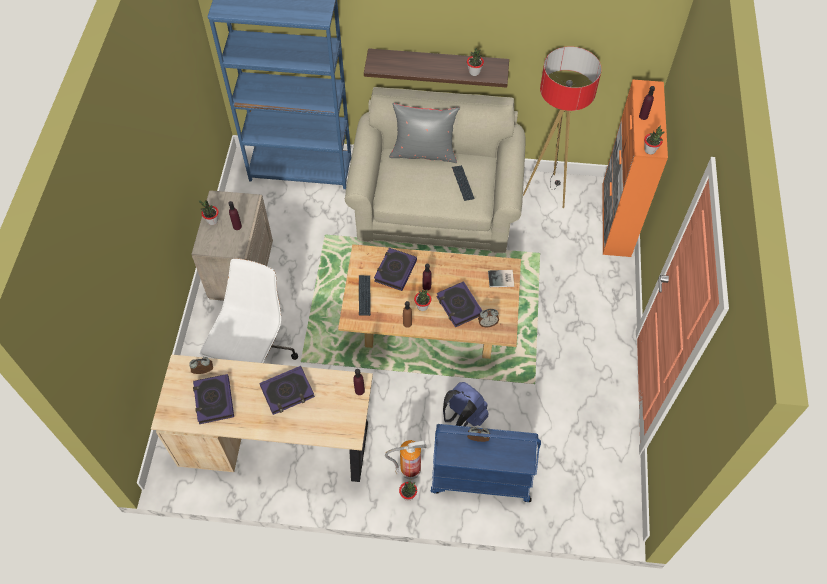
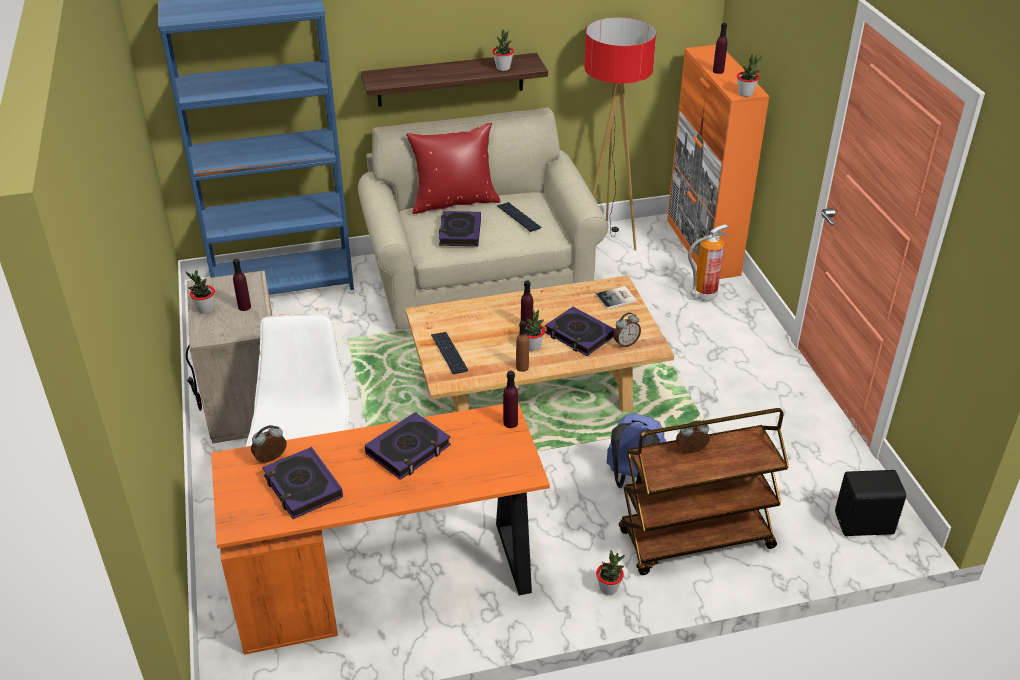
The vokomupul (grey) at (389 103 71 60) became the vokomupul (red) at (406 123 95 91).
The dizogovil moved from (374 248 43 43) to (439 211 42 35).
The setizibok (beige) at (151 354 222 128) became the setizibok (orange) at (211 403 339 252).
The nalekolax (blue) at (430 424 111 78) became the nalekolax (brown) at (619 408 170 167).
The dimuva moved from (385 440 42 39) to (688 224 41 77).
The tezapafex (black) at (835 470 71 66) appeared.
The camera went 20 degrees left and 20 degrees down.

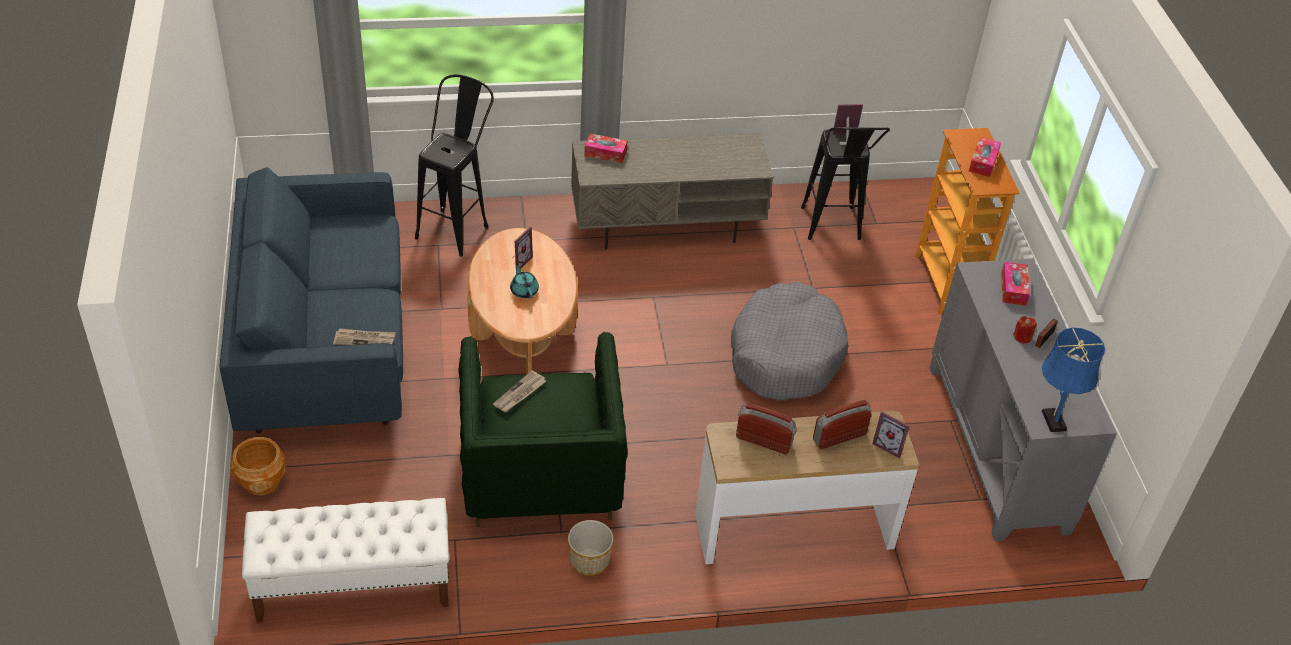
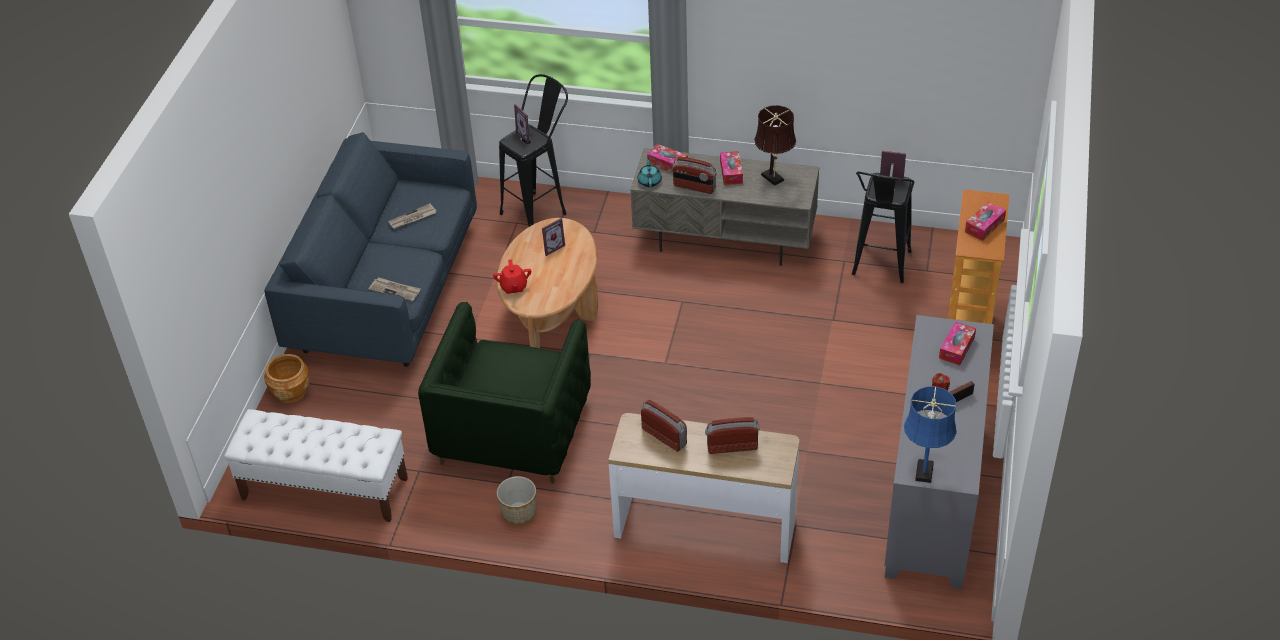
The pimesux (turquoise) moved from (510 263 29 35) to (638 157 24 30).
The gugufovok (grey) at (731 282 117 119) disappeared.
The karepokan moved from (493 370 53 42) to (388 204 49 25).
The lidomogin moved from (872 412 37 46) to (514 104 20 39).
The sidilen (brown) at (754 105 42 81) appeared.
The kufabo at (720 151 23 34) appeared.
The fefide at (672 157 45 37) appeared.
The pimesux (red) at (493 259 38 35) appeared.
The camera went 25 degrees right and 0 degrees up.

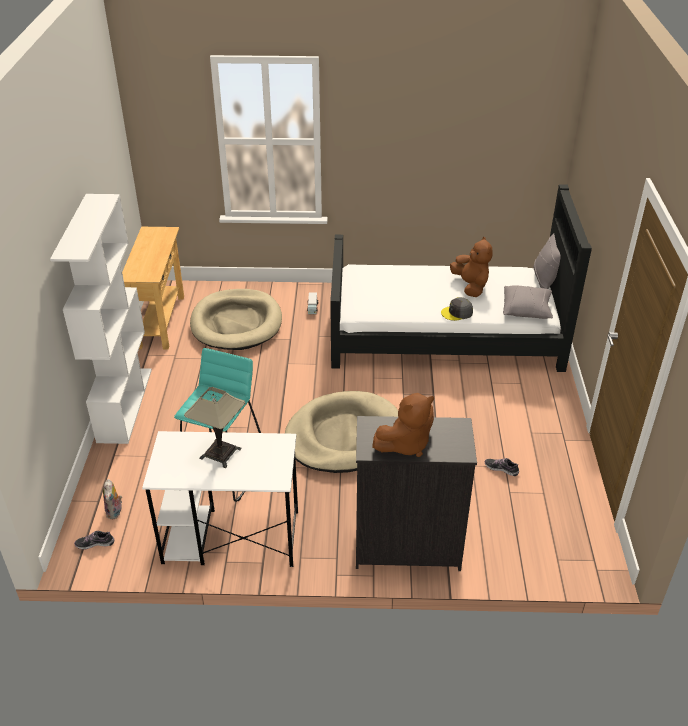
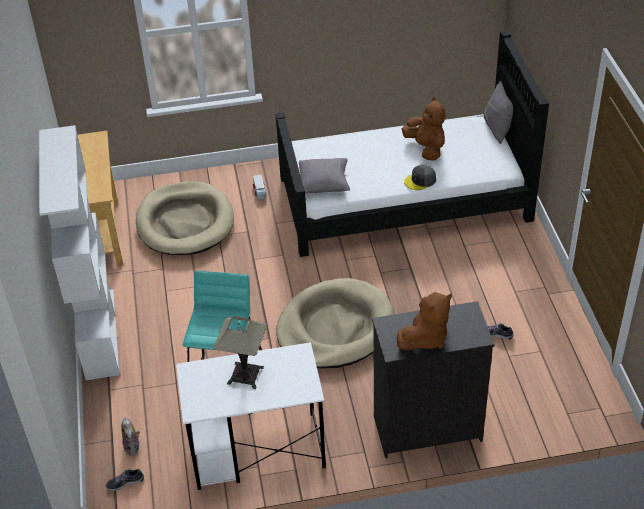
The vokomupul (grey) moved from (503 285 50 34) to (299 158 51 36).
The camera went 10 degrees left and 5 degrees up.

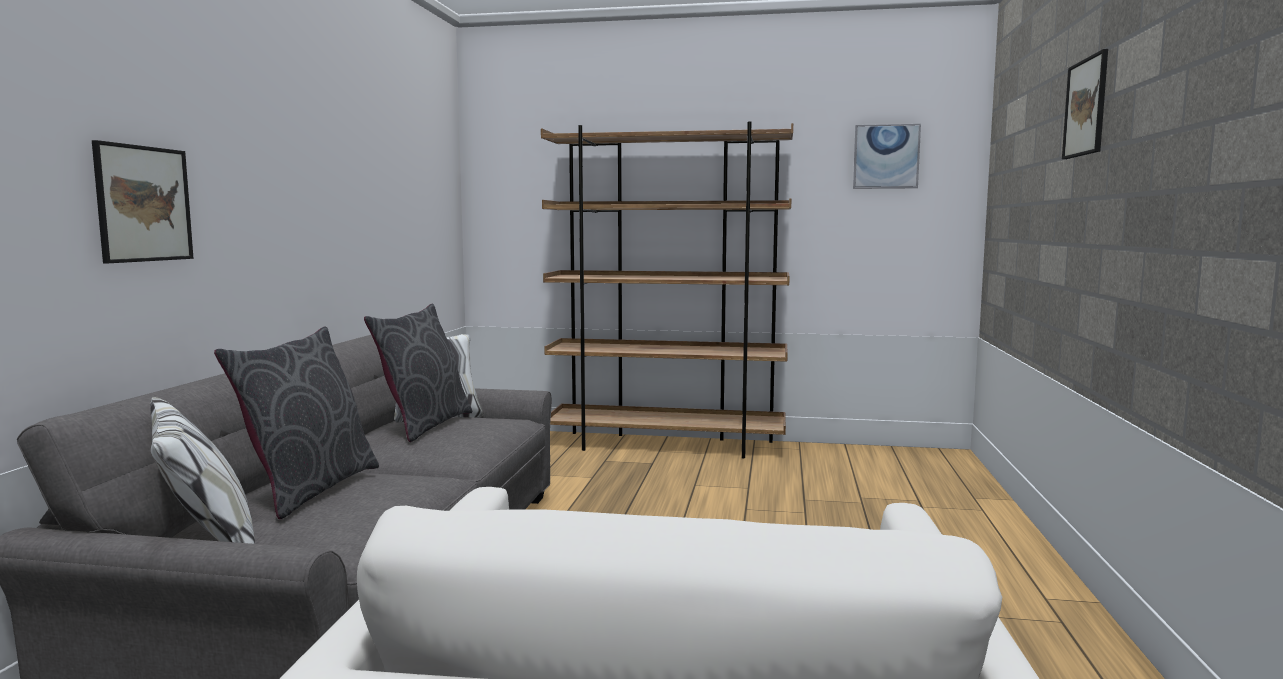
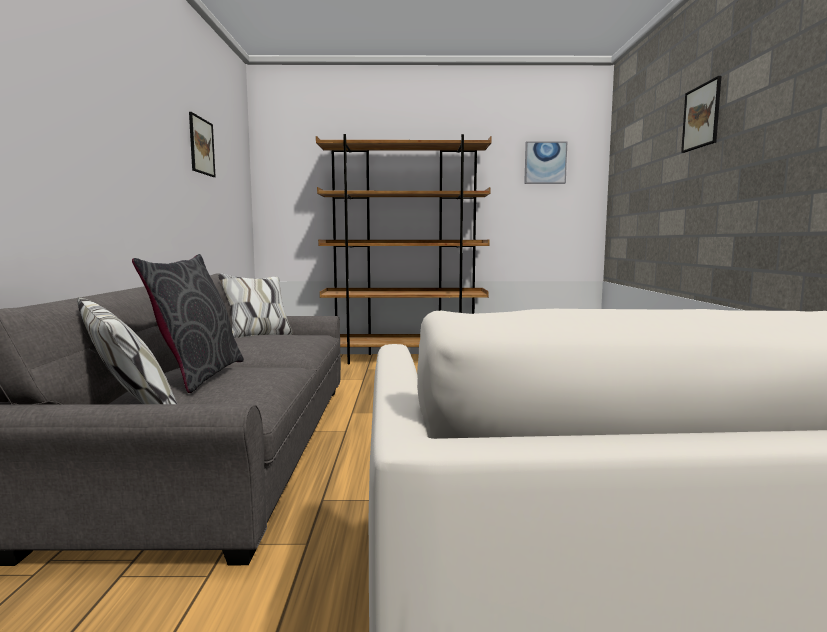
The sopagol moved from (92 140 102 123) to (189 112 27 65).
The vokomupul (grey) at (364 303 108 139) disappeared.
The camera went 10 degrees left and 0 degrees up.

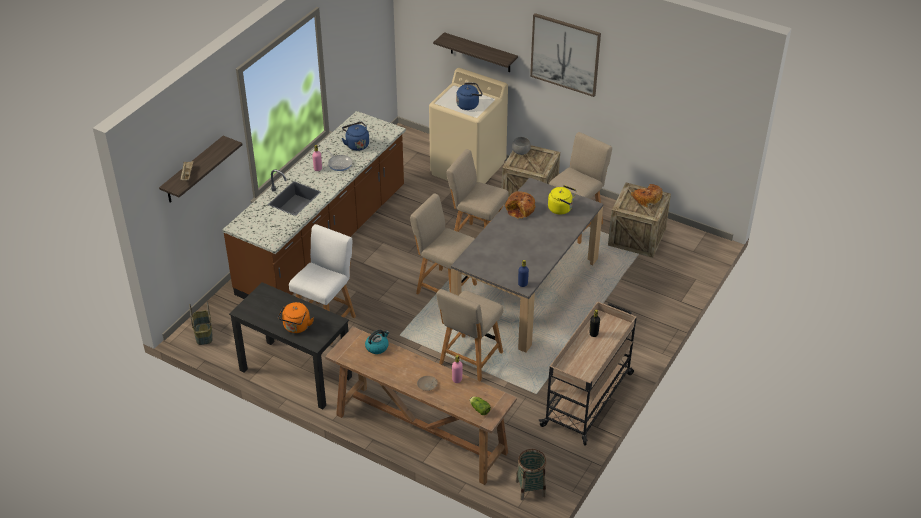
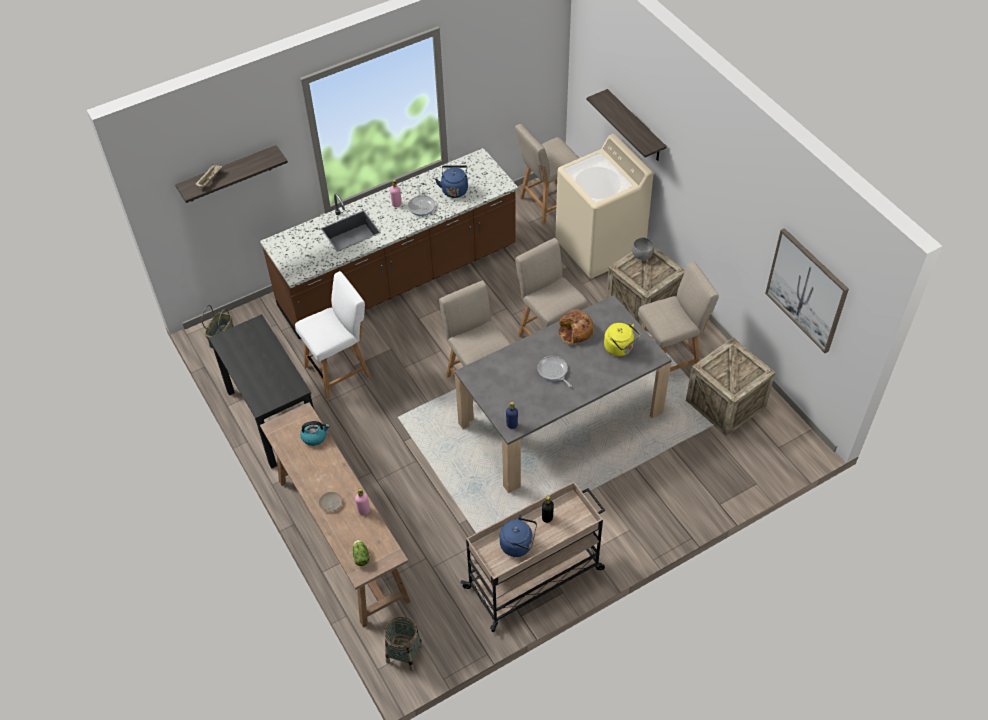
The sopagol moved from (530 13 71 84) to (765 228 84 125).
The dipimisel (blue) moved from (456 83 27 27) to (500 514 37 43).
The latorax at (631 184 31 23) disappeared.
The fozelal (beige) moved from (436 289 67 92) to (515 124 64 101).
The dipimisel (orange) at (278 302 36 31) disappeared.
The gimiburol at (537 356 35 31) appeared.
The camera went 30 degrees right and 10 degrees up.

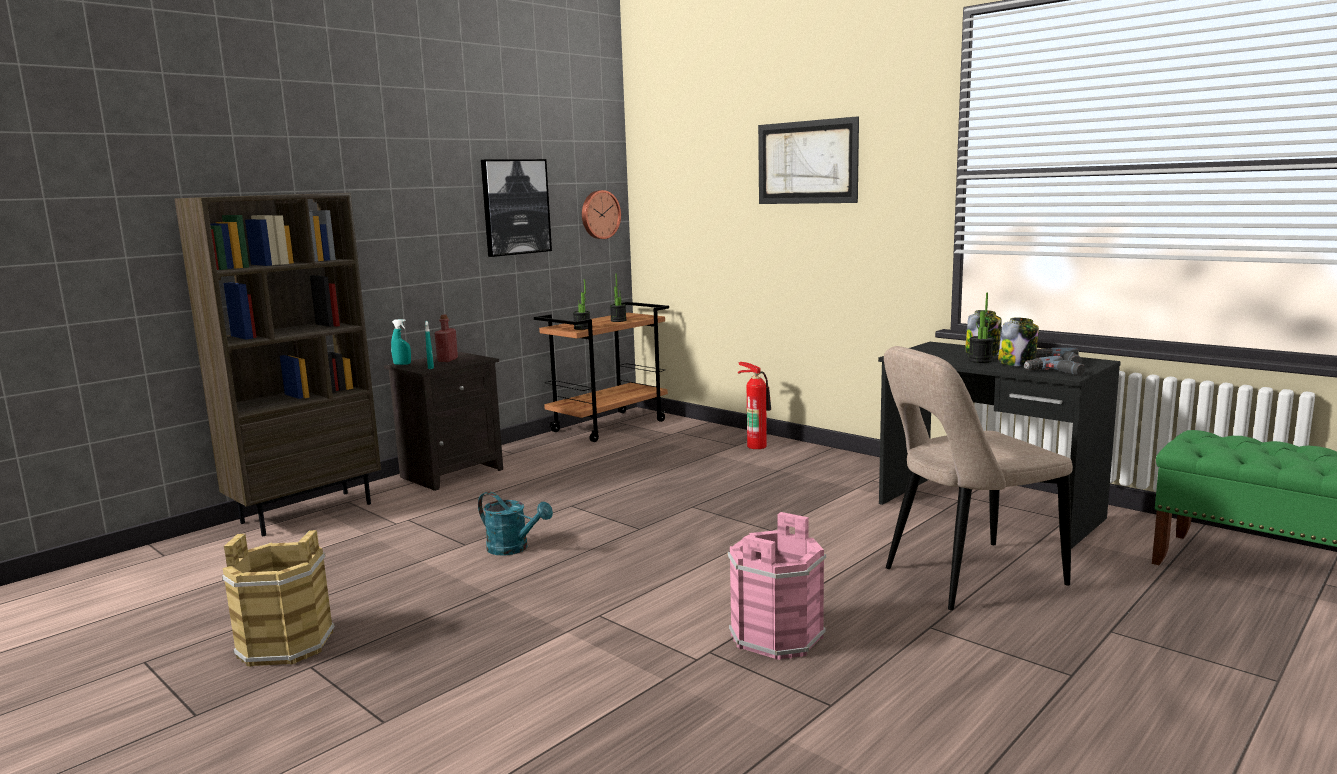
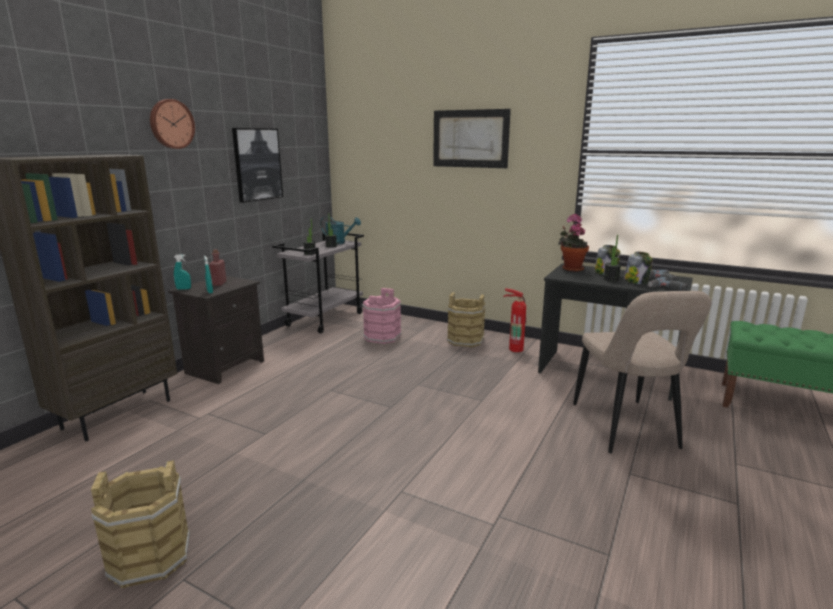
The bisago moved from (582 190 39 49) to (150 99 45 50).
The nalekolax (brown) at (534 302 135 140) became the nalekolax (grey) at (272 233 92 100).
The fozelal (beige) at (884 346 189 264) turned 60 degrees counterclockwise.
The dimuva moved from (738 362 33 87) to (503 288 23 64).
The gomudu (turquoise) moved from (478 491 75 65) to (320 216 41 29).
The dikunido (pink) moved from (728 512 98 148) to (362 288 40 56).
The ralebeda at (558 214 31 58) appeared.
The dikunido (brown) at (447 292 38 56) appeared.
The camera went 15 degrees left and 5 degrees up.

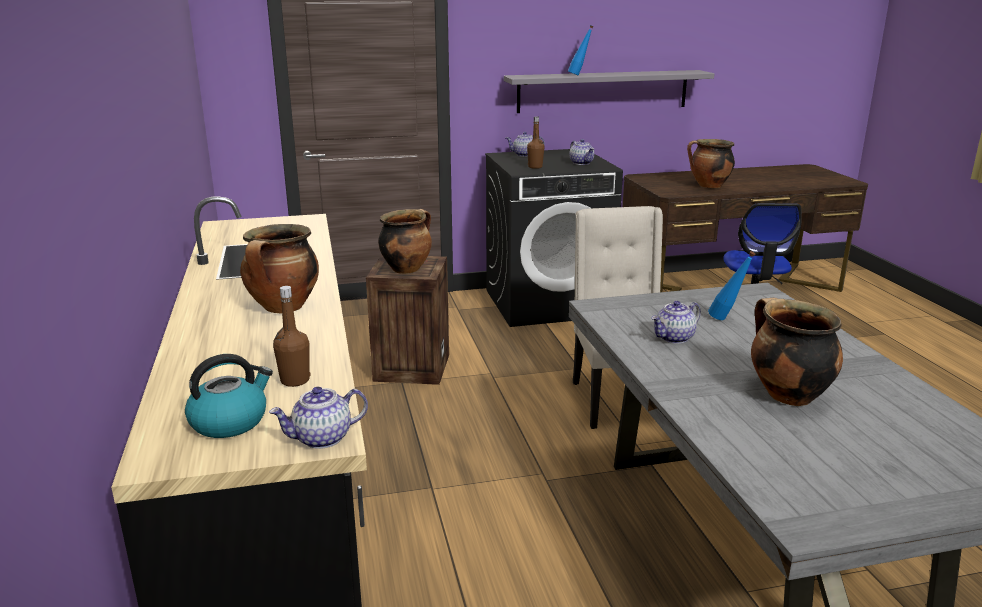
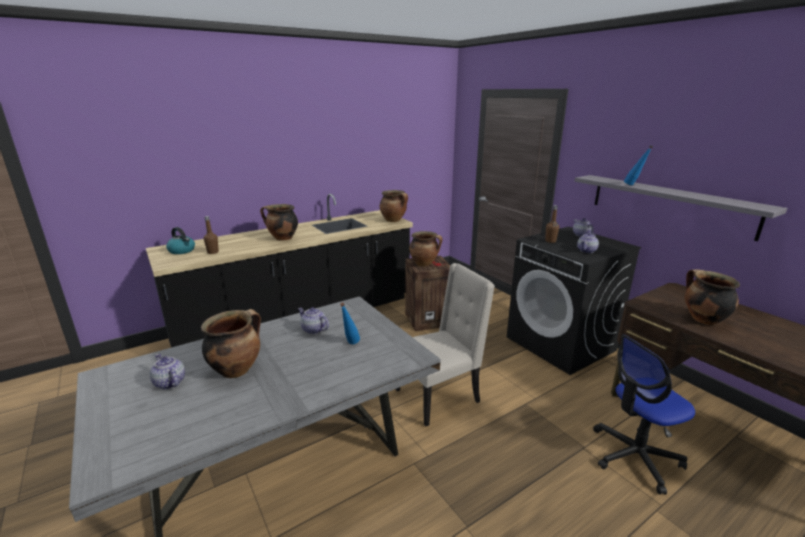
The pimesux moved from (269 387 99 62) to (150 354 35 35).
The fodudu at (380 190 28 32) appeared.
The camera went 70 degrees right and 0 degrees up.

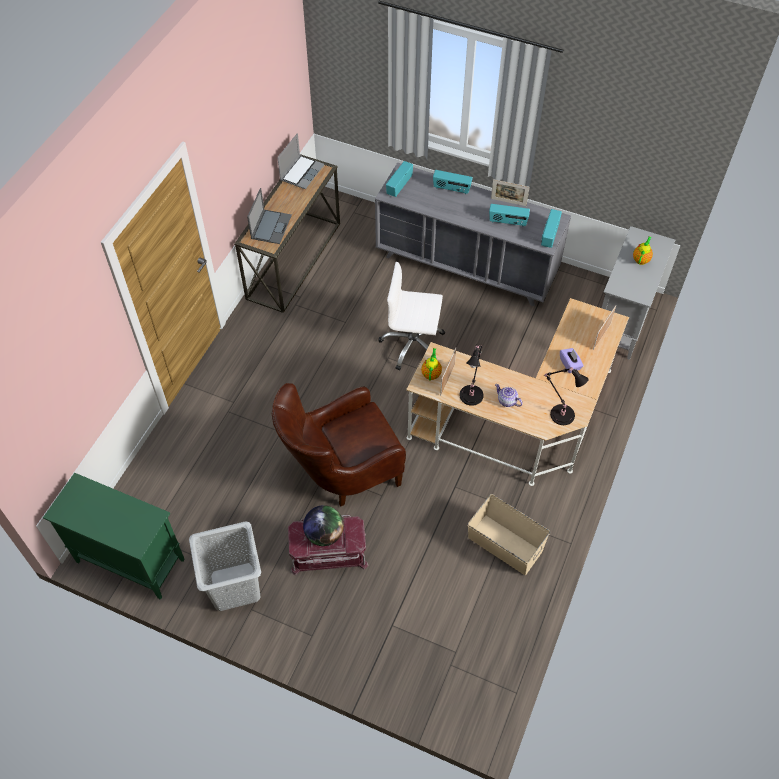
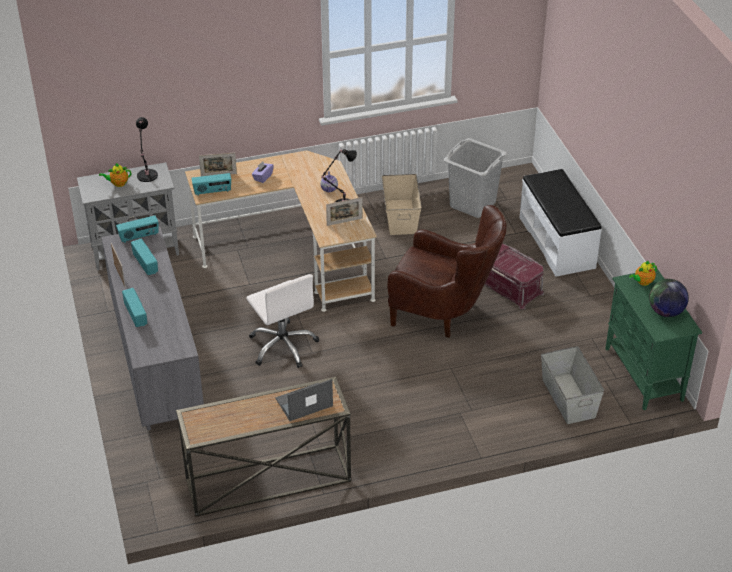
The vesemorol at (277 133 47 57) disappeared.
The fefide moved from (386 161 27 36) to (191 173 40 23).
The pimesux moved from (421 348 21 33) to (629 260 28 26).
The sidilen (black) moved from (544 367 45 58) to (136 117 22 65).
The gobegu moved from (303 505 41 41) to (649 279 40 38).
The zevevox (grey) moved from (189 521 72 90) to (444 138 63 80).
The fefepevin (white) at (520 169 82 108) appeared.
The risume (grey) at (541 346 63 78) appeared.
The camera went 130 degrees left and 15 degrees down.

